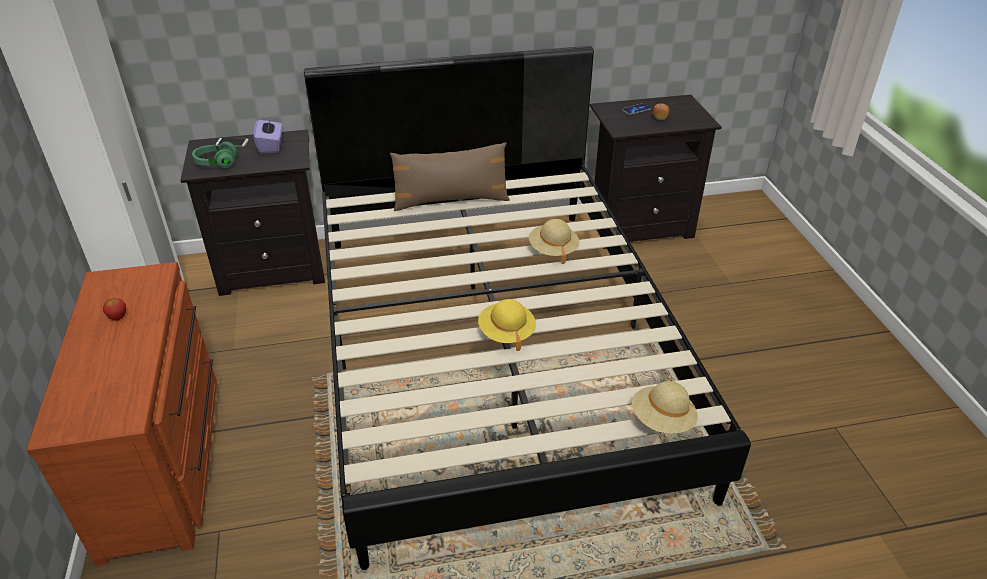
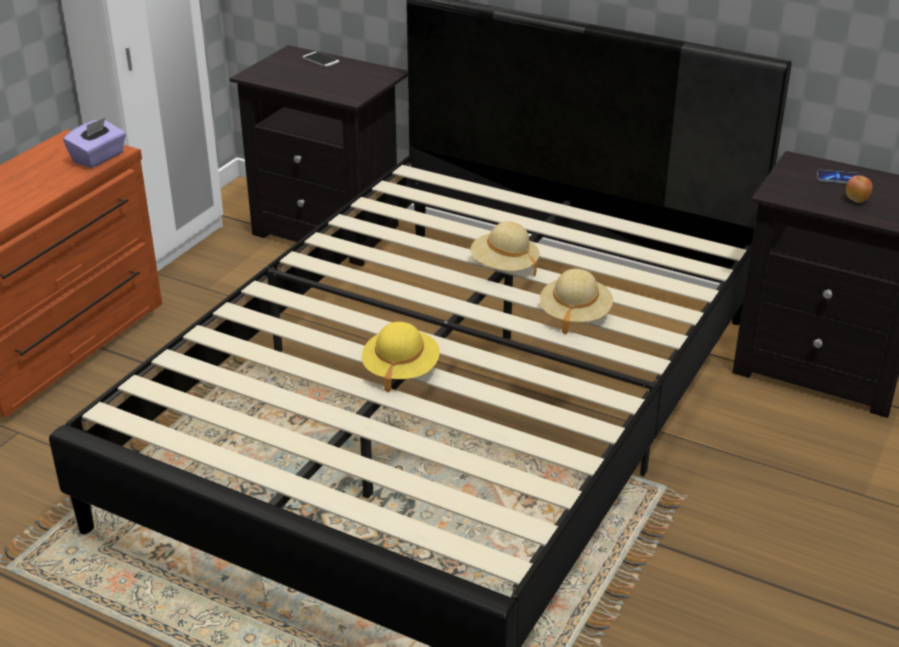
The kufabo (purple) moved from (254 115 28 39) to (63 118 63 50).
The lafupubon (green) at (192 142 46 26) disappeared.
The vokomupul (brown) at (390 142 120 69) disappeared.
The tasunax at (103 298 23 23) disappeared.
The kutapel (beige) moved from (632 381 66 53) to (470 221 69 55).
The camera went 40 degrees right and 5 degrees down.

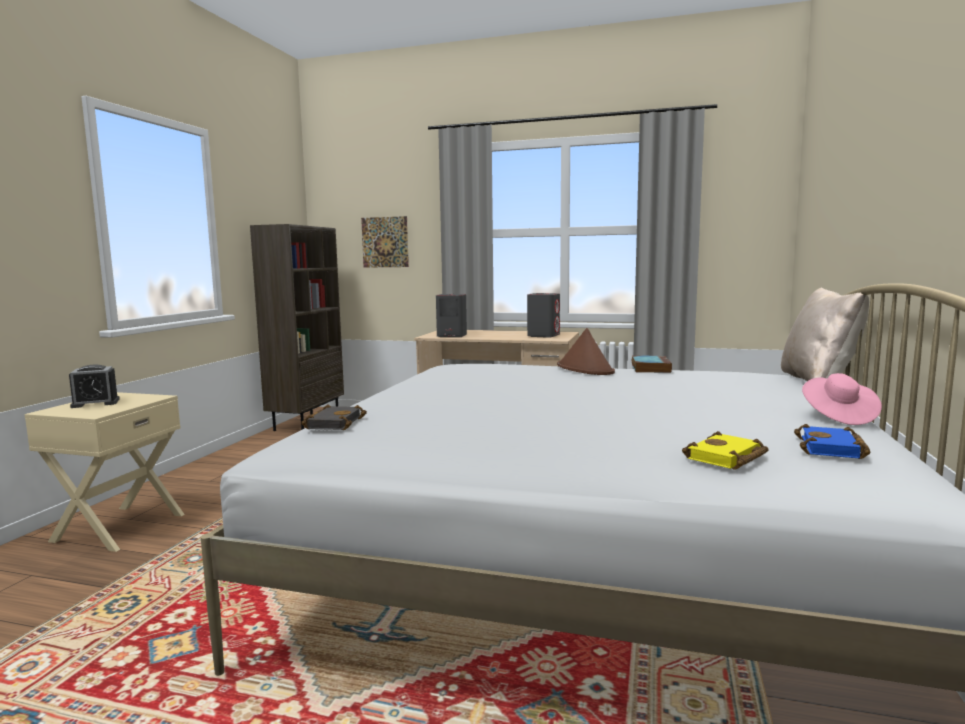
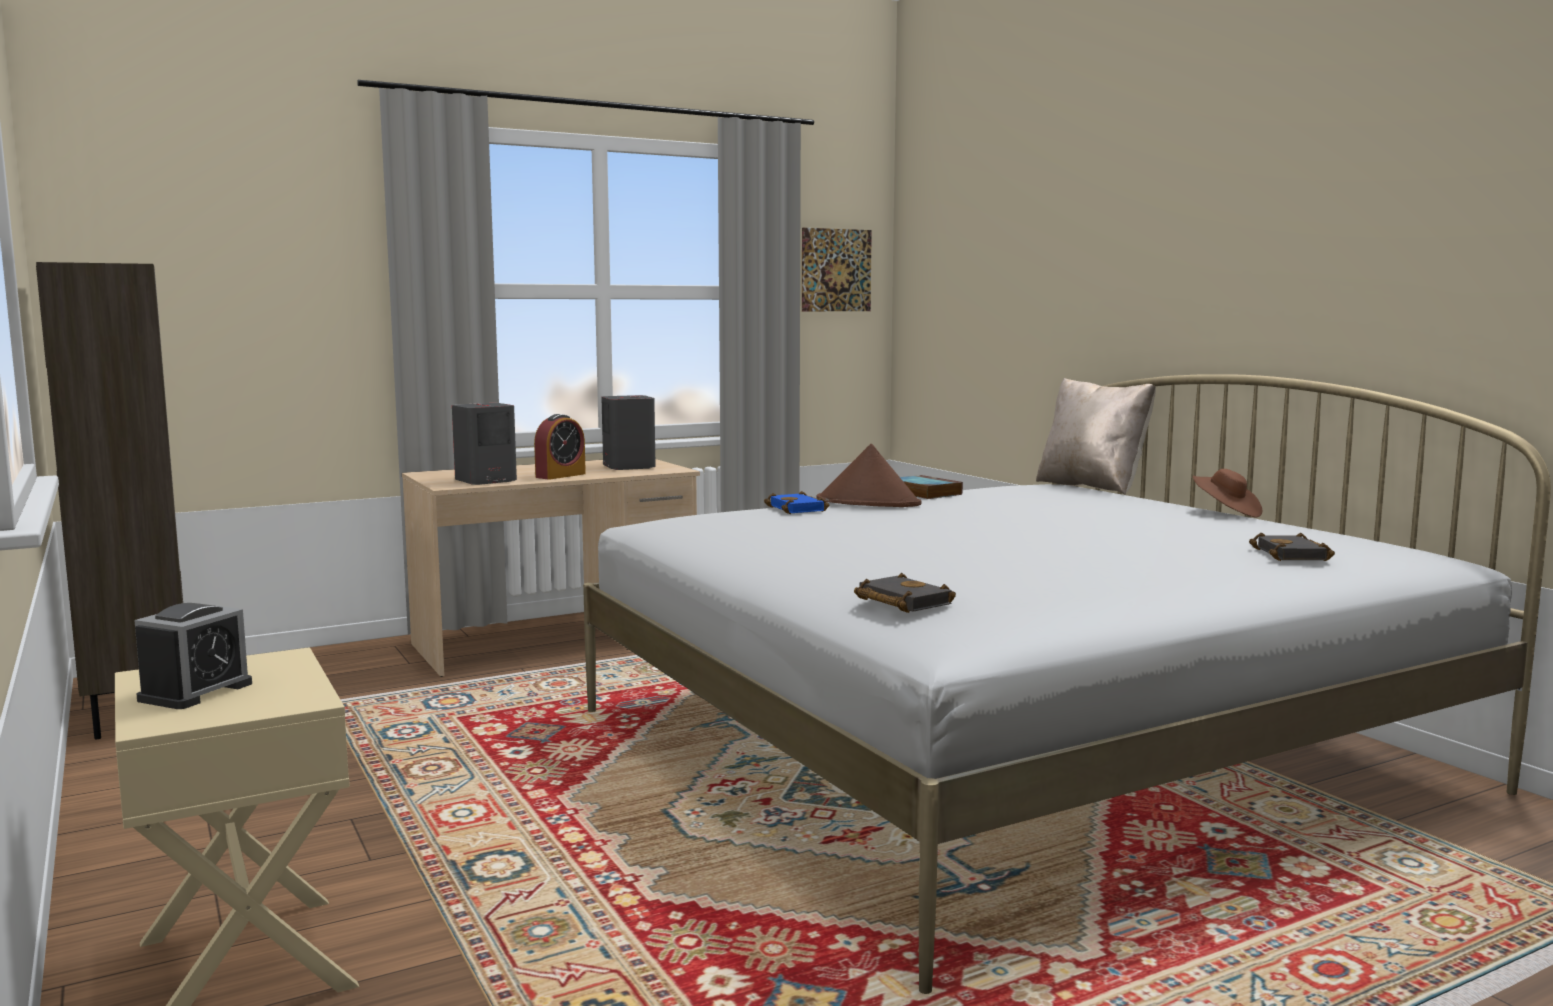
The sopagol moved from (361 216 48 52) to (802 228 70 83).
The kutapel (pink) at (802 373 80 52) became the kutapel (brown) at (1193 469 69 48).
The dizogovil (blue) moved from (794 424 77 35) to (764 491 65 23).
The dizogovil (yellow) at (682 431 87 38) became the dizogovil (black) at (1249 533 86 28).
The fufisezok at (534 414 52 66) appeared.
The camera went 45 degrees left and 0 degrees up.

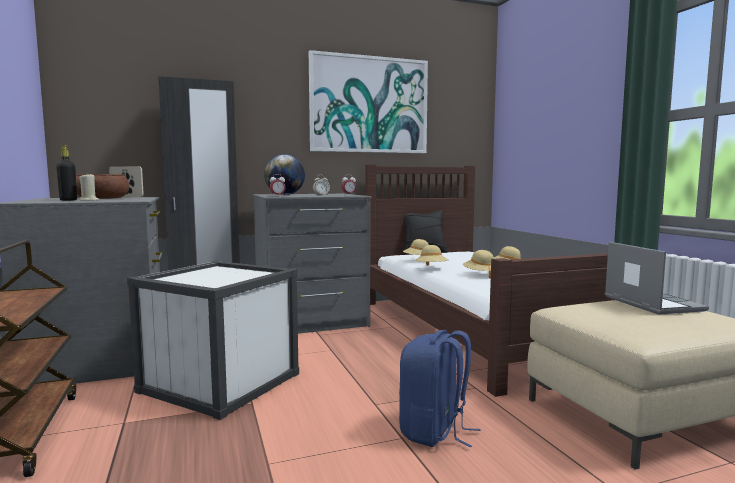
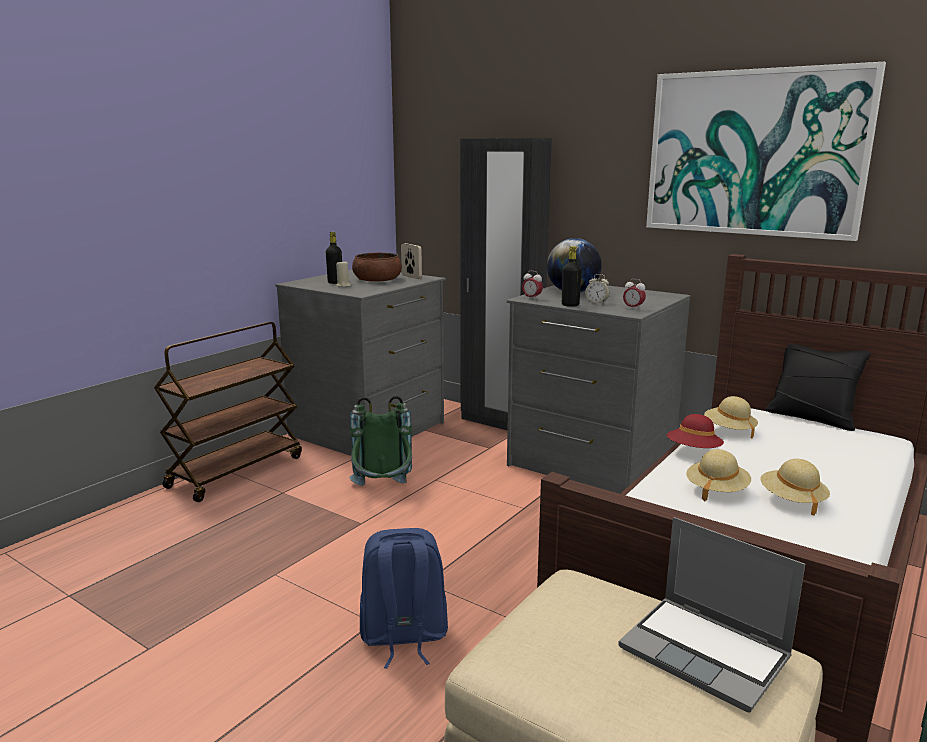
The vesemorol at (605 242 104 73) turned 90 degrees clockwise.
The kutapel (beige) at (415 245 34 21) became the kutapel (red) at (667 414 57 34).
The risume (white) at (127 260 172 160) was replaced by the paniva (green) at (350 396 62 90).
The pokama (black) at (562 246 20 61) appeared.
The camera went 55 degrees right and 10 degrees up.

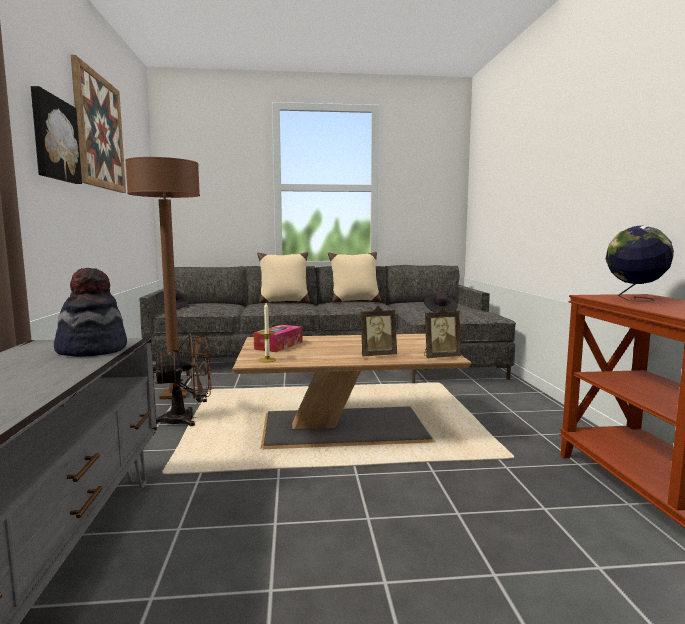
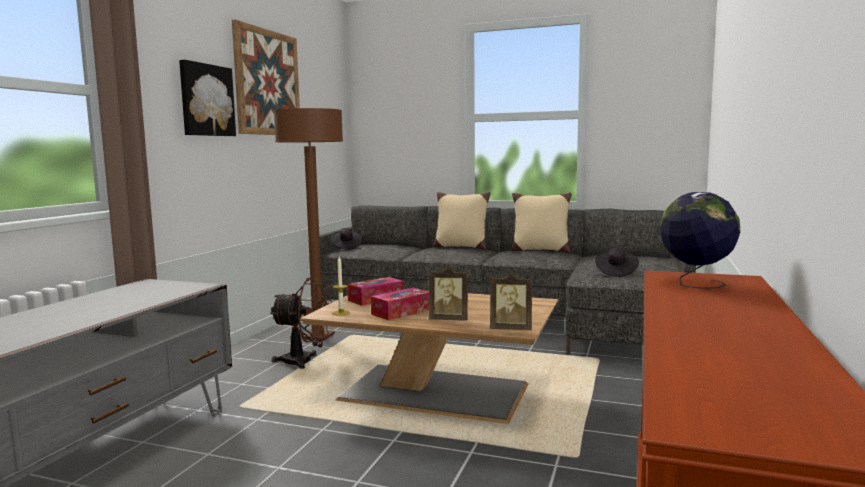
The kutapel at (54 268 73 89) disappeared.
The kufabo at (371 288 58 32) appeared.
The camera went 25 degrees right and 0 degrees up.

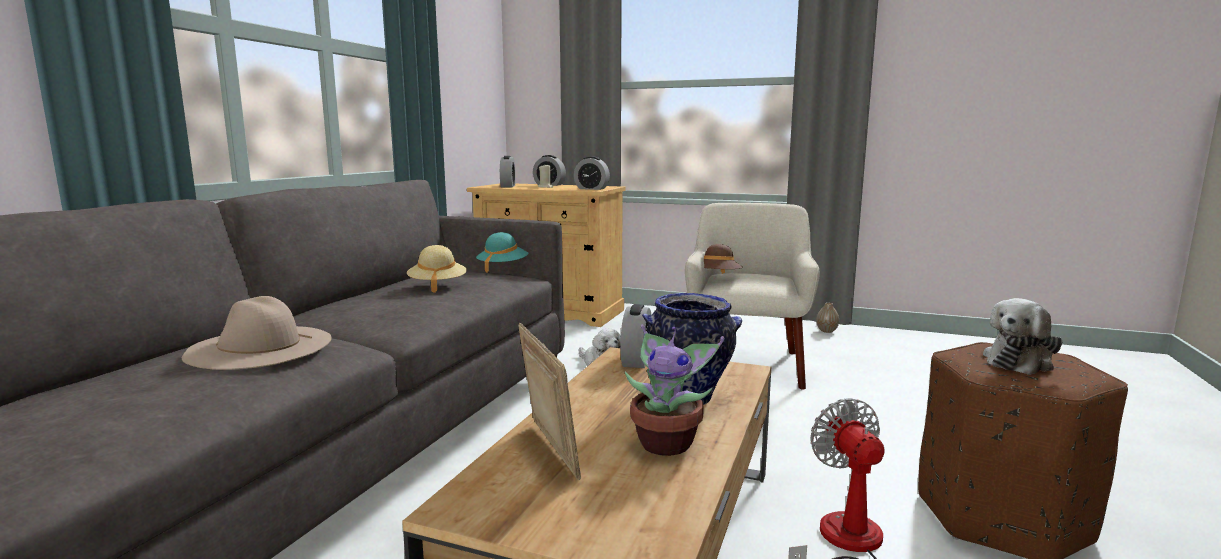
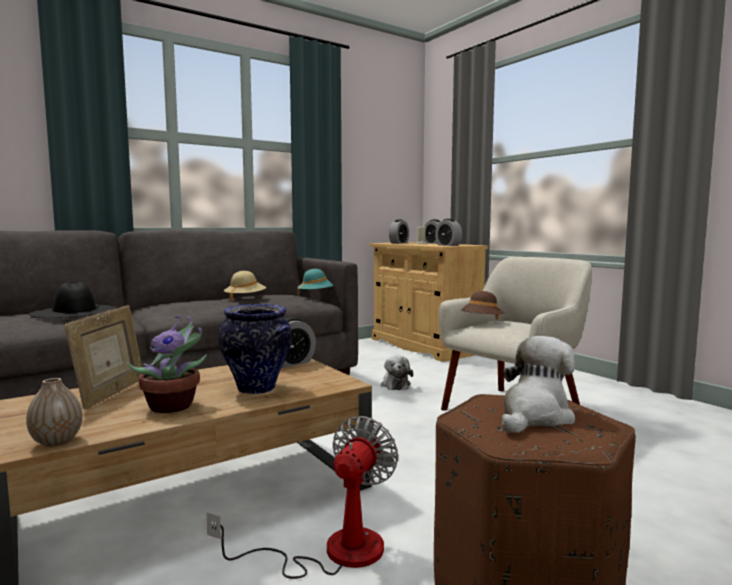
The kutapel (beige) at (182 296 150 74) became the kutapel (black) at (29 282 88 36).
The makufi at (983 298 79 77) turned 135 degrees clockwise.
The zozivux moved from (816 303 23 30) to (26 378 56 69).
The camera went 35 degrees right and 5 degrees down.

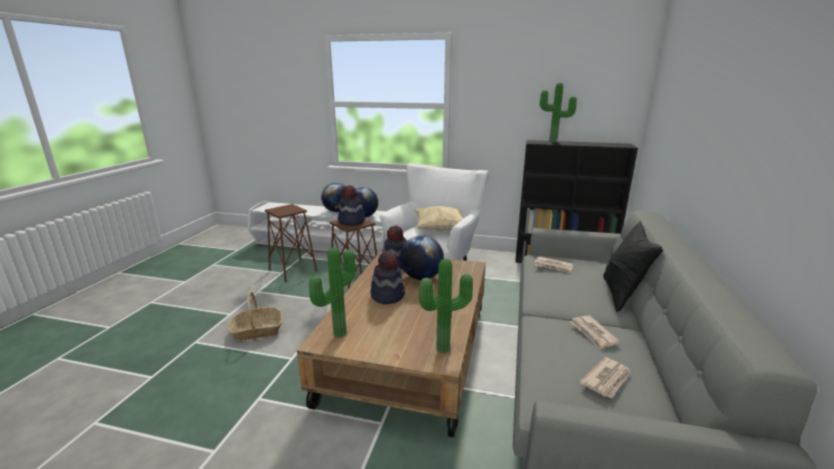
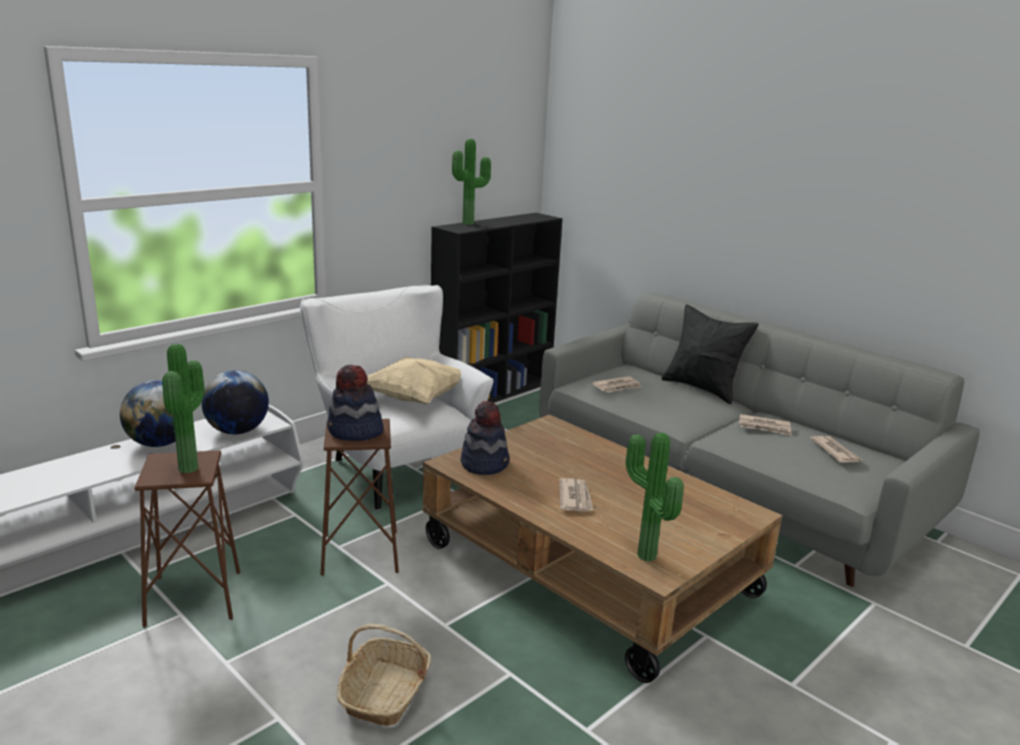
The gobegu at (400 235 44 45) disappeared.
The kutapel at (371 251 34 53) was replaced by the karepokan at (559 478 35 34).
The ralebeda moved from (419 258 54 95) to (162 344 43 129).
The camera went 60 degrees left and 0 degrees up.

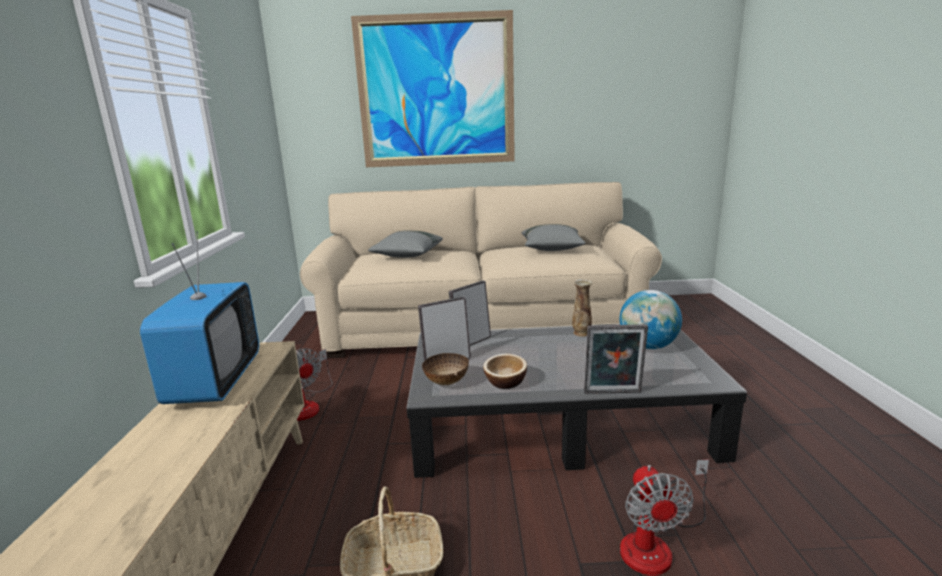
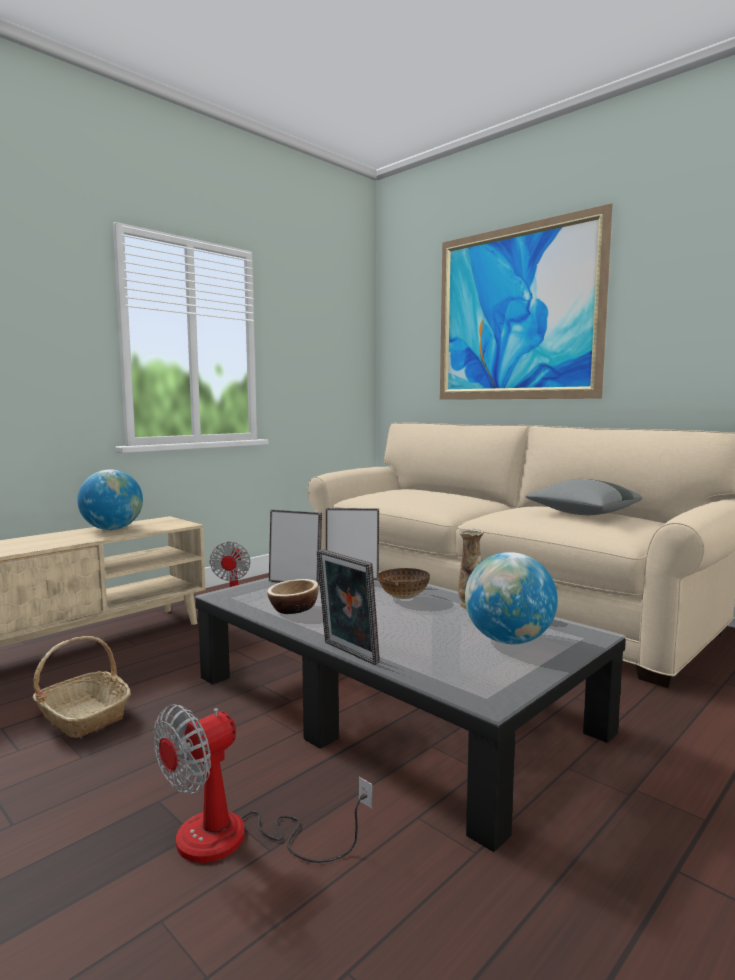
The vokomupul (grey) at (368 231 75 27) disappeared.
The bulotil at (140 232 119 172) was replaced by the gobegu at (77 469 66 61).
The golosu moved from (422 353 47 32) to (378 568 52 31).
The camera went 45 degrees right and 10 degrees down.

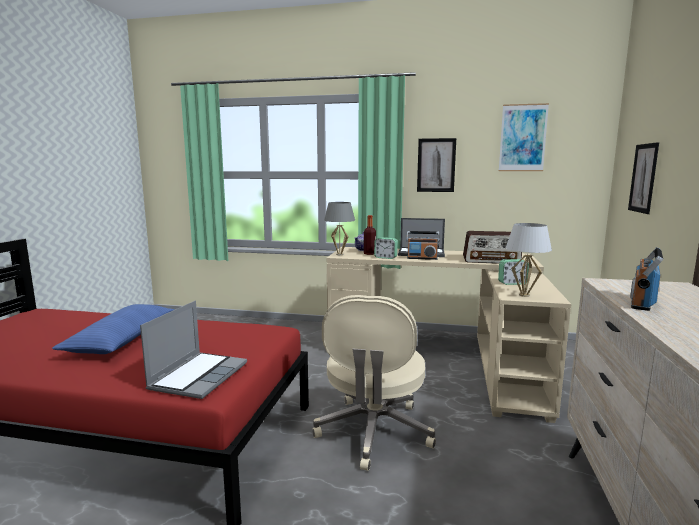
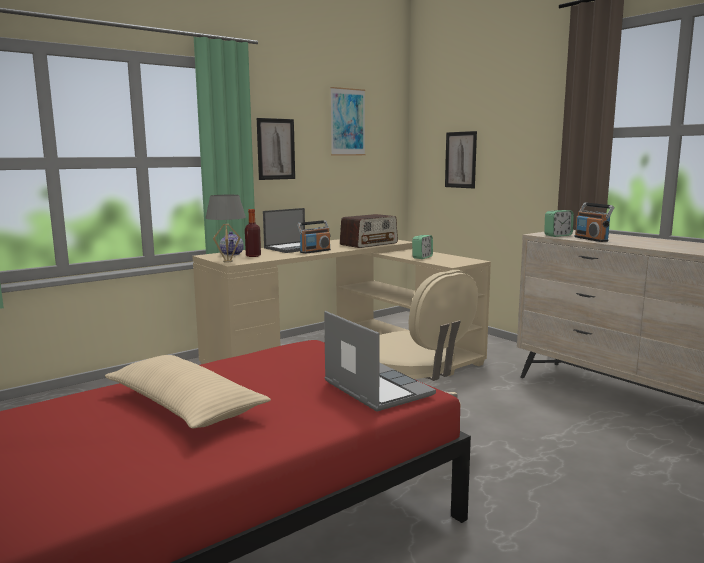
The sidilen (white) at (505 223 47 74) disappeared.
The fufisezok moved from (374 237 24 22) to (544 210 30 27).
The vokomupul (blue) at (52 304 122 50) became the vokomupul (beige) at (105 355 166 73).
The camera went 50 degrees left and 0 degrees up.

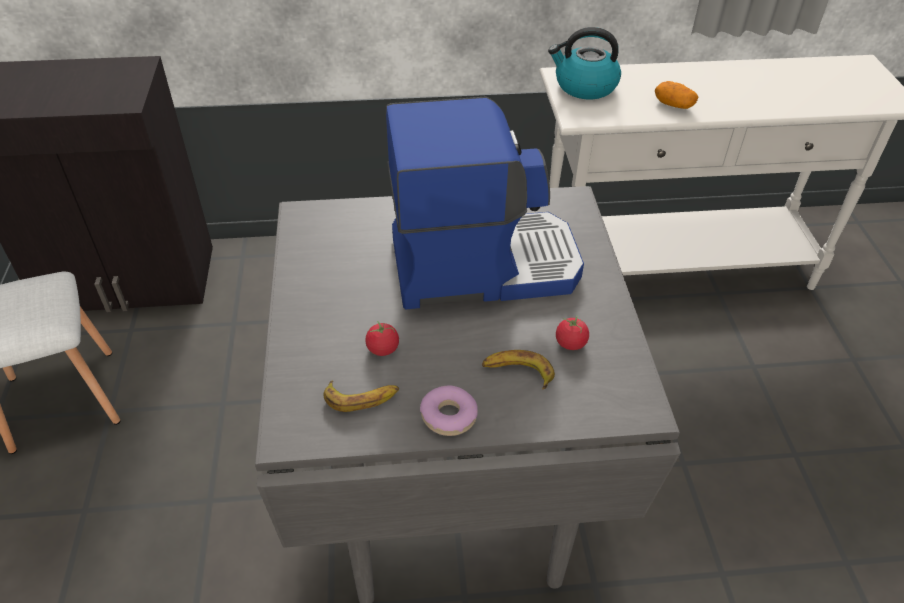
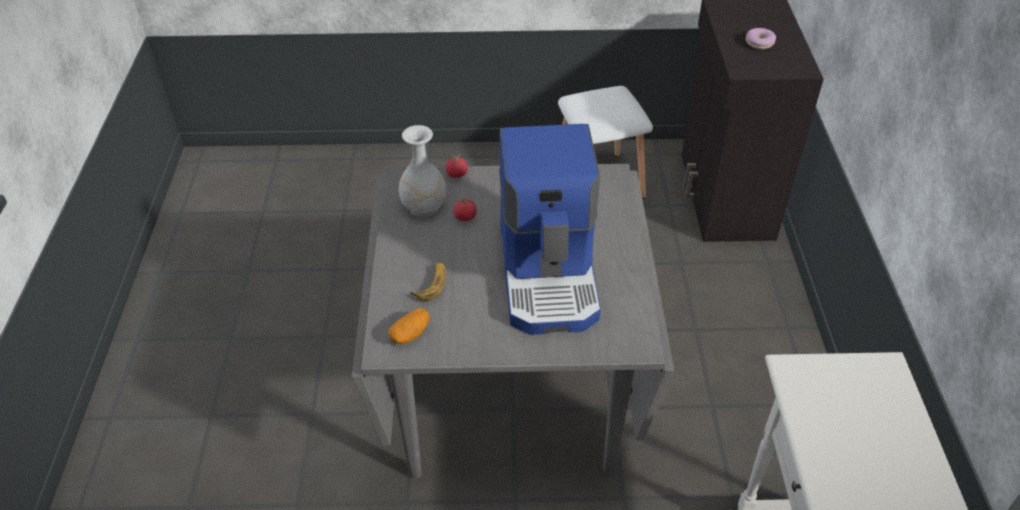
The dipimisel at (548 27 73 72) disappeared.
The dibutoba moved from (655 81 43 28) to (388 308 42 36).
The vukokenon moved from (556 316 33 34) to (446 154 22 24).
The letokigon at (324 380 75 32) was replaced by the zozivux (white) at (399 125 48 92).
The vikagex moved from (420 385 58 51) to (746 28 30 21).
The camera went 95 degrees right and 0 degrees up.

